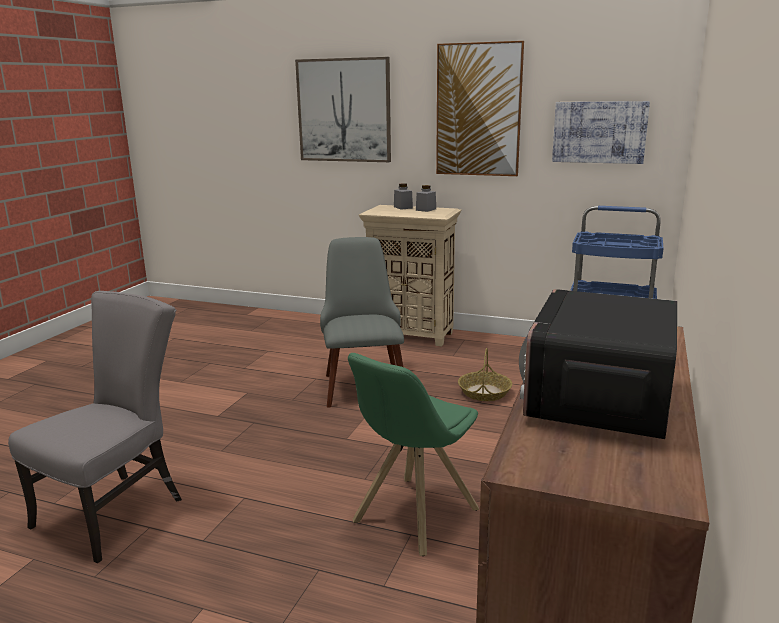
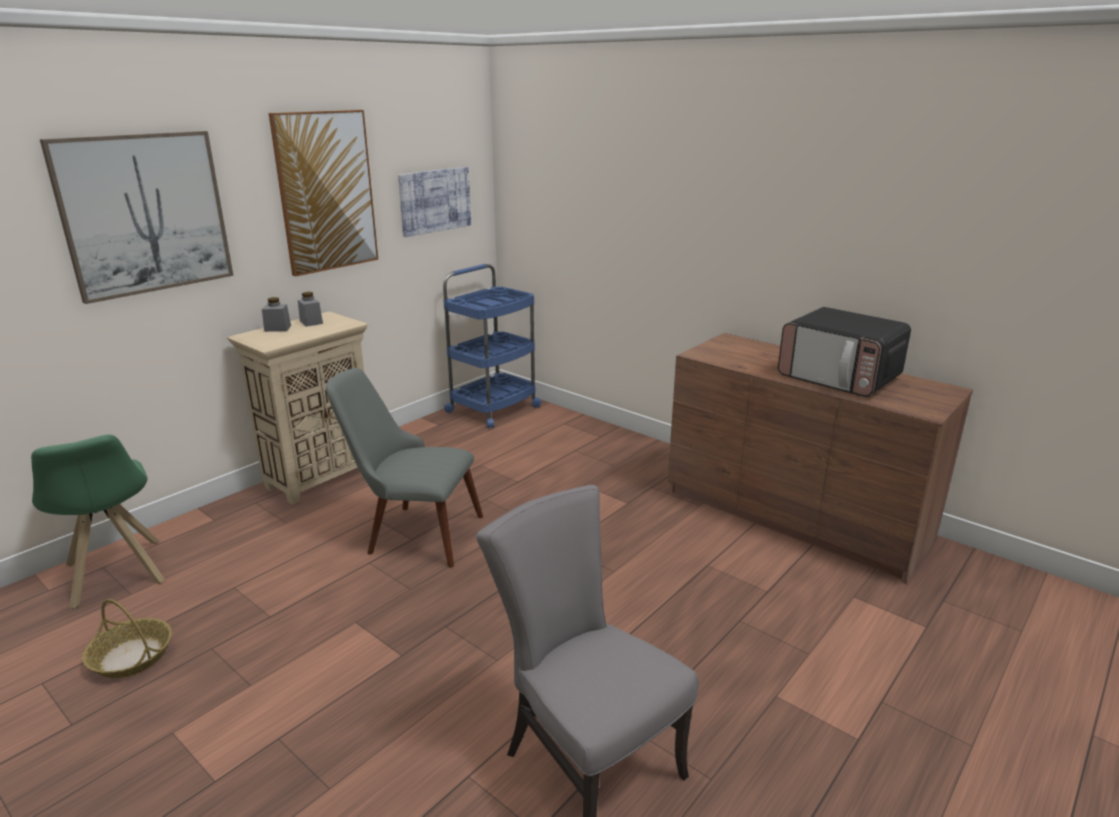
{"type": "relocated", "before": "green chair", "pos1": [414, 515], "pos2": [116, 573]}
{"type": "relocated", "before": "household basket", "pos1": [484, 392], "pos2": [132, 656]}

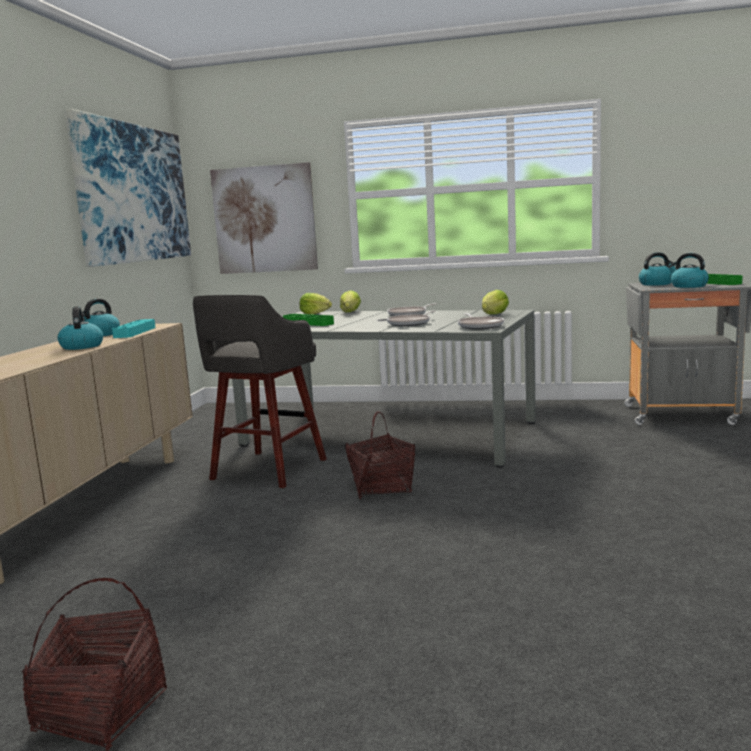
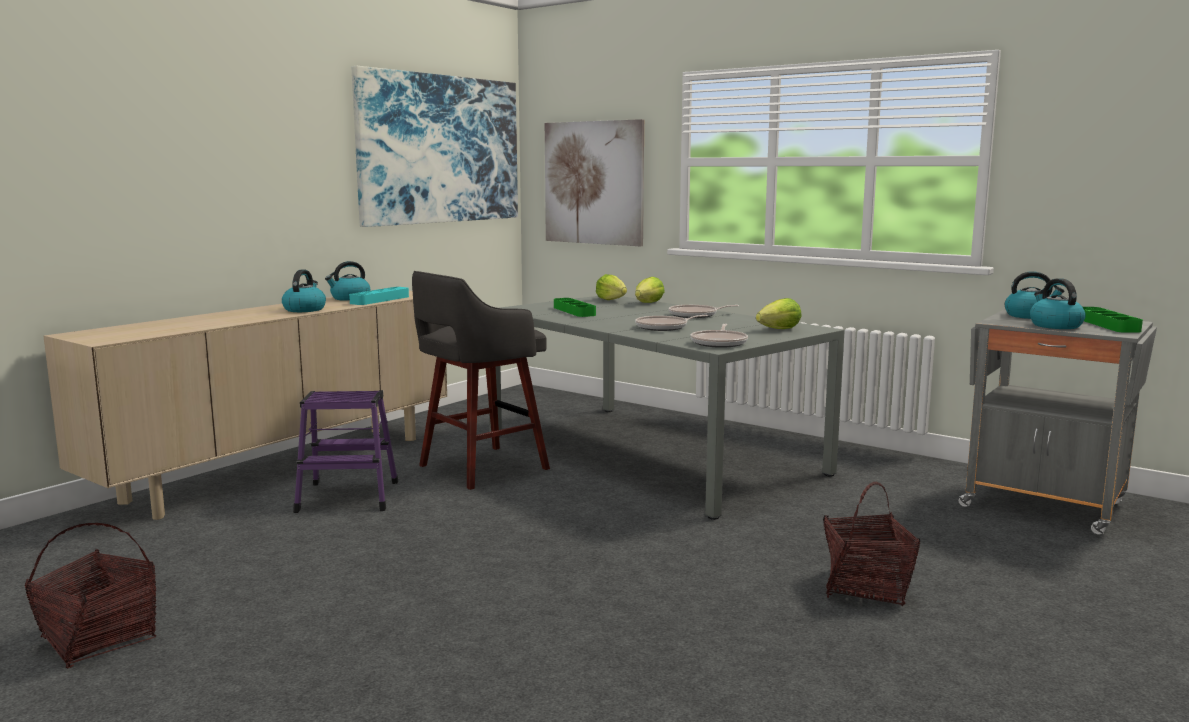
{"type": "appeared", "after": "purple-coloured step stool", "pos2": [348, 496]}
{"type": "relocated", "before": "household basket", "pos1": [382, 487], "pos2": [866, 587]}

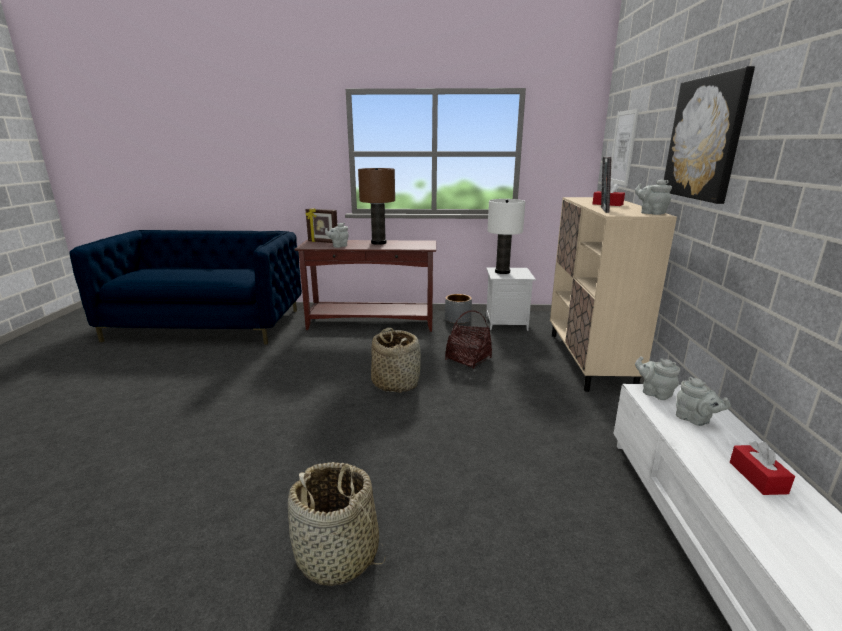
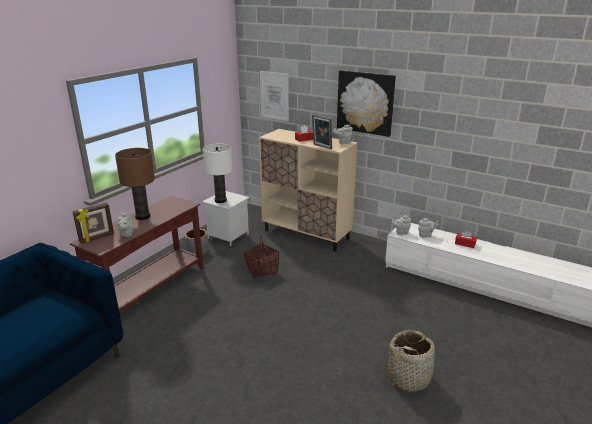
{"type": "missing", "before": "household basket", "pos1": [395, 383]}

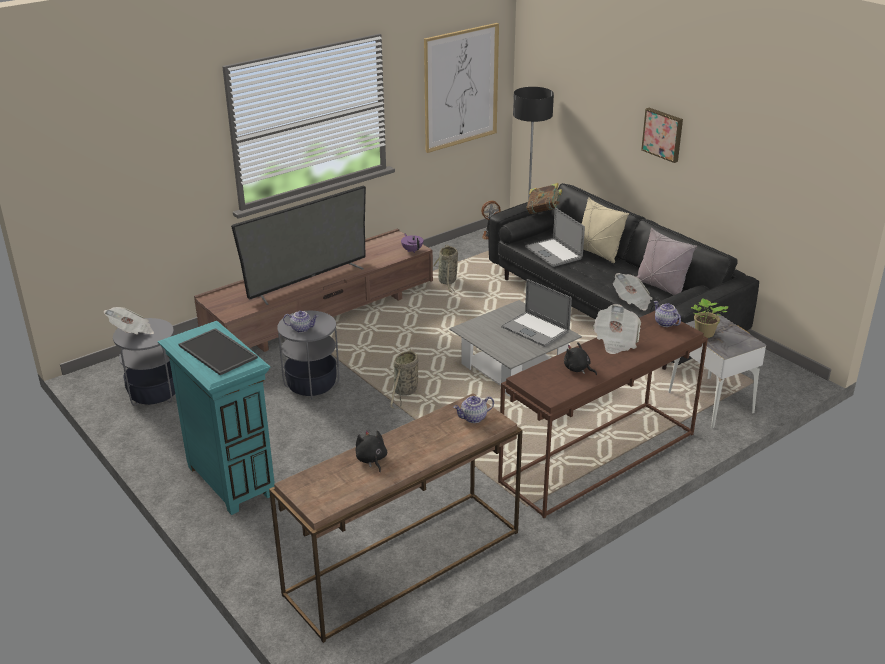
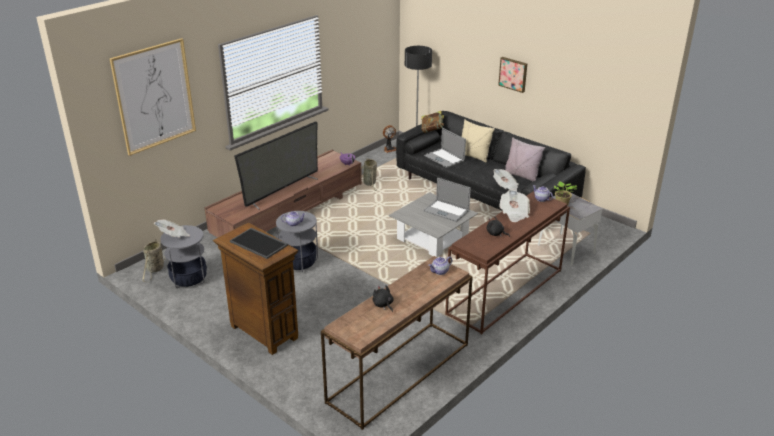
{"type": "relocated", "before": "wall picture", "pos1": [461, 87], "pos2": [154, 96]}
{"type": "relocated", "before": "household basket", "pos1": [405, 392], "pos2": [155, 270]}
{"type": "colour", "before": "turquoise-coloured storage cabinet", "after": "brownish storage cabinet", "pos1": [229, 481], "pos2": [263, 332]}

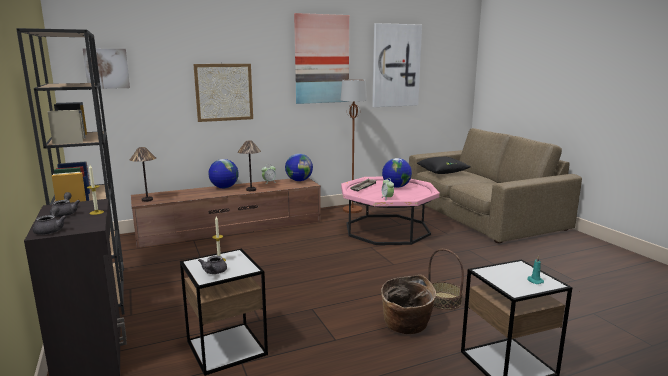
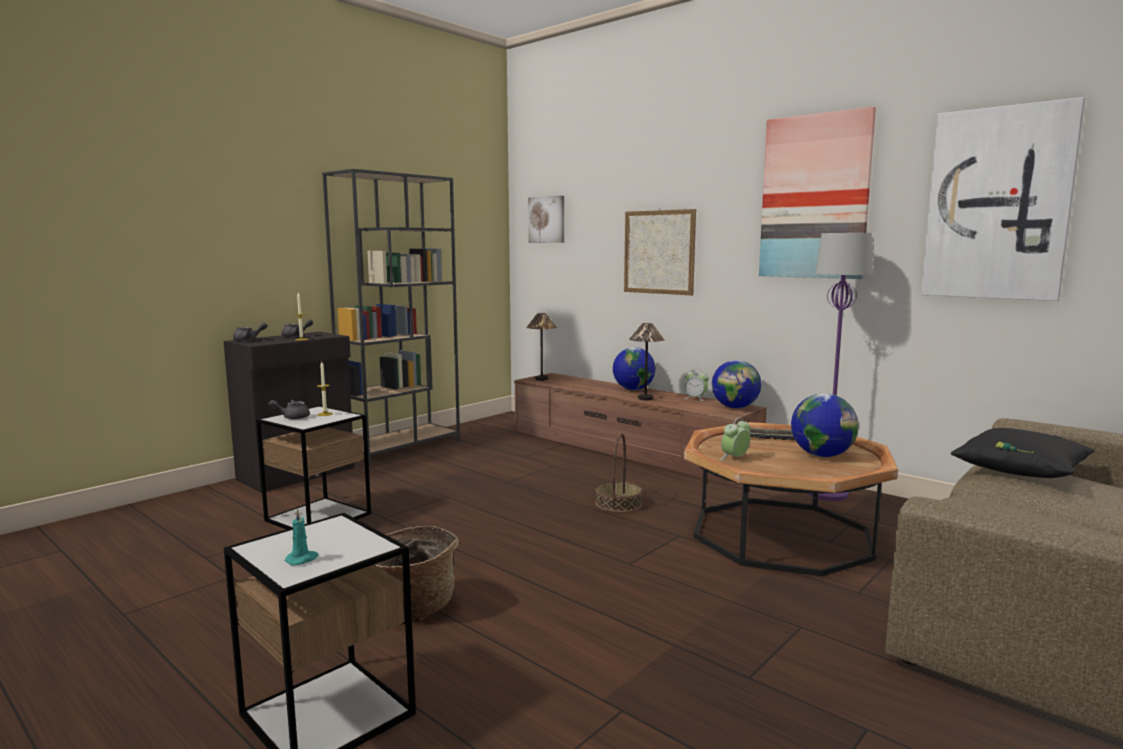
{"type": "relocated", "before": "household basket", "pos1": [443, 300], "pos2": [618, 504]}
{"type": "colour", "before": "pink-coloured coffee table", "after": "brownish coffee table", "pos1": [387, 229], "pos2": [781, 534]}
{"type": "colour", "before": "brownish floor lamp", "after": "purple-coloured floor lamp", "pos1": [352, 210], "pos2": [828, 494]}

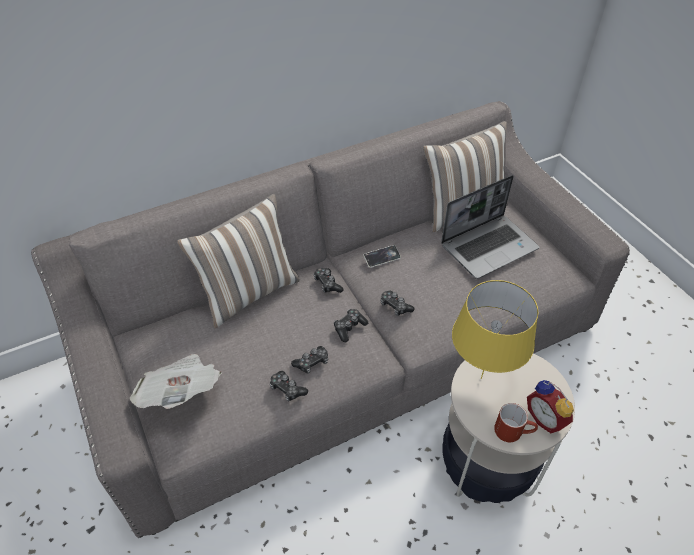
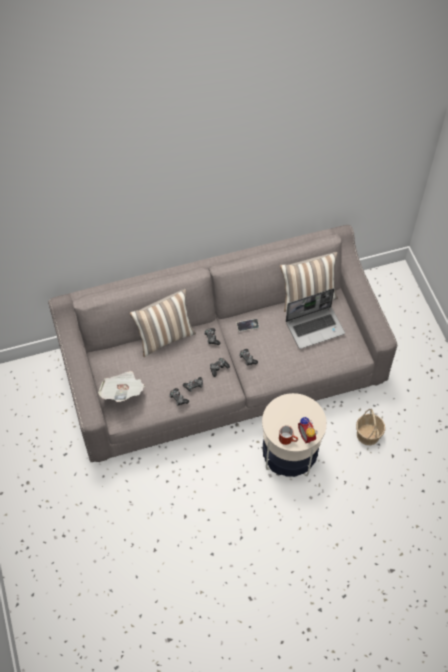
{"type": "appeared", "after": "household basket", "pos2": [368, 434]}
{"type": "missing", "before": "yellow-coloured lamp for a table", "pos1": [481, 377]}

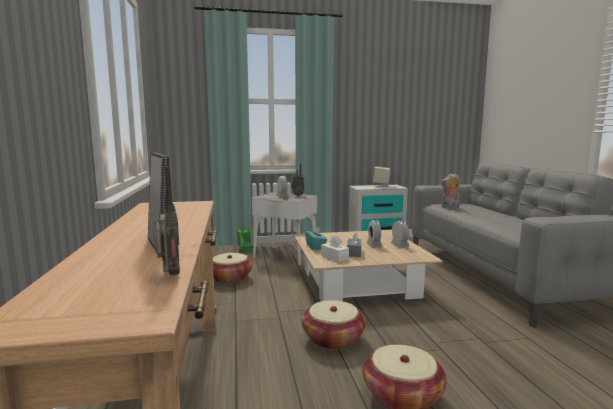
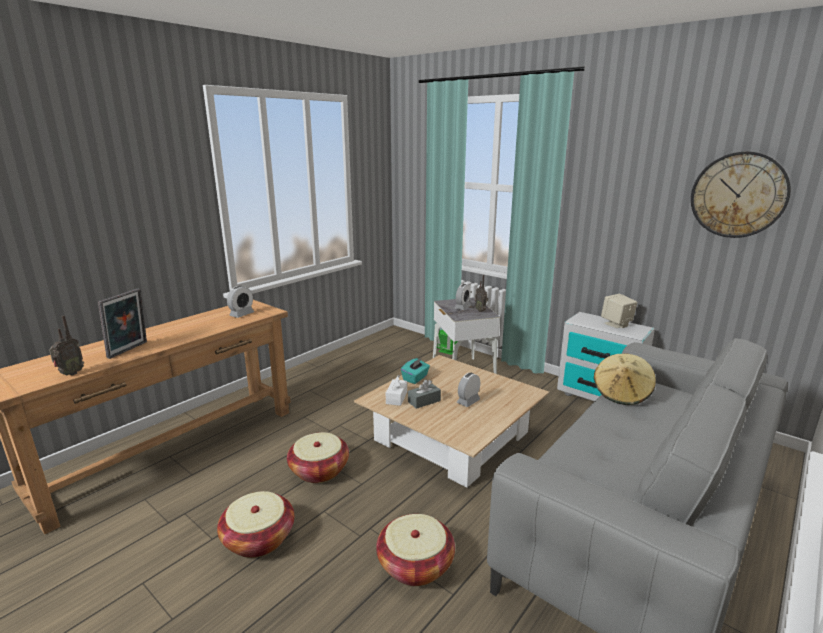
{"type": "relocated", "before": "bedside clock", "pos1": [399, 245], "pos2": [242, 314]}
{"type": "relocated", "before": "household basket", "pos1": [230, 278], "pos2": [415, 564]}
{"type": "exchanged", "before": "plush toy", "after": "beige-coloured hat", "pos1": [450, 208], "pos2": [622, 394]}
{"type": "appeared", "after": "hanging clock", "pos2": [738, 195]}

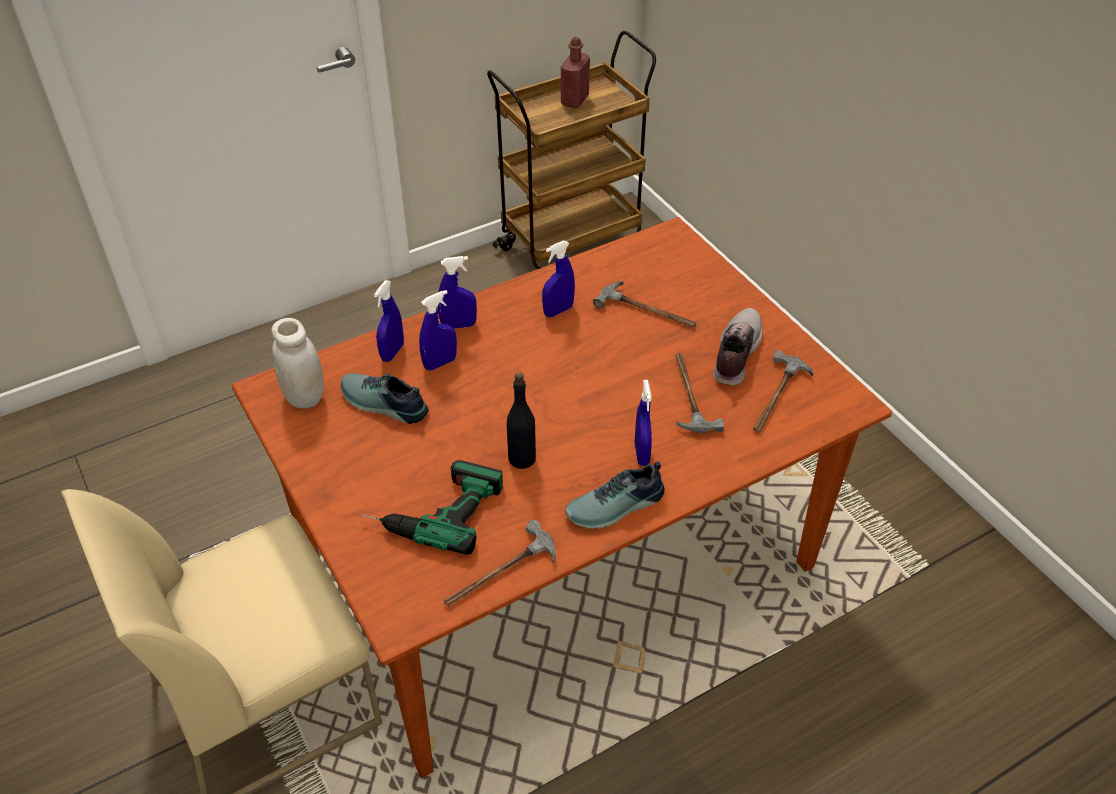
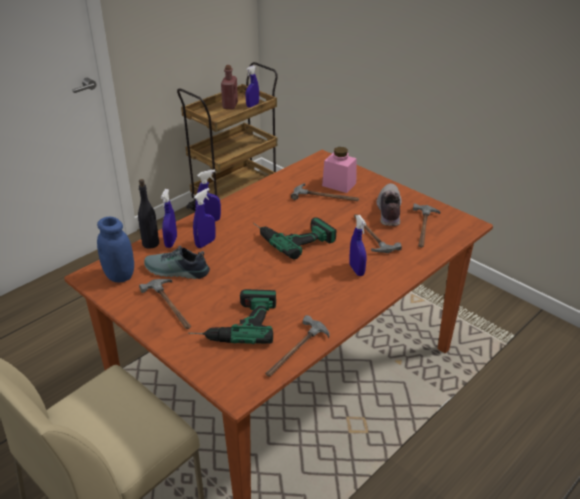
{"type": "colour", "before": "white-coloured storage jar", "after": "bluish storage jar", "pos1": [304, 397], "pos2": [119, 275]}
{"type": "relocated", "before": "black bottle", "pos1": [522, 458], "pos2": [150, 243]}
{"type": "appeared", "after": "hammer", "pos2": [171, 306]}
{"type": "relocated", "before": "bluish hand sprayer", "pos1": [558, 311], "pos2": [252, 105]}
{"type": "appeared", "after": "power drill", "pos2": [291, 236]}
{"type": "appeared", "after": "pink-coloured storage jar", "pos2": [339, 184]}
{"type": "missing", "before": "low shoe", "pos1": [616, 507]}

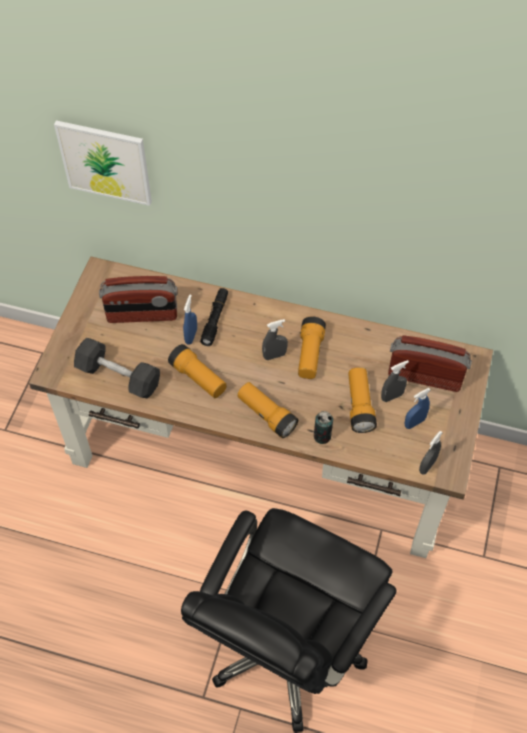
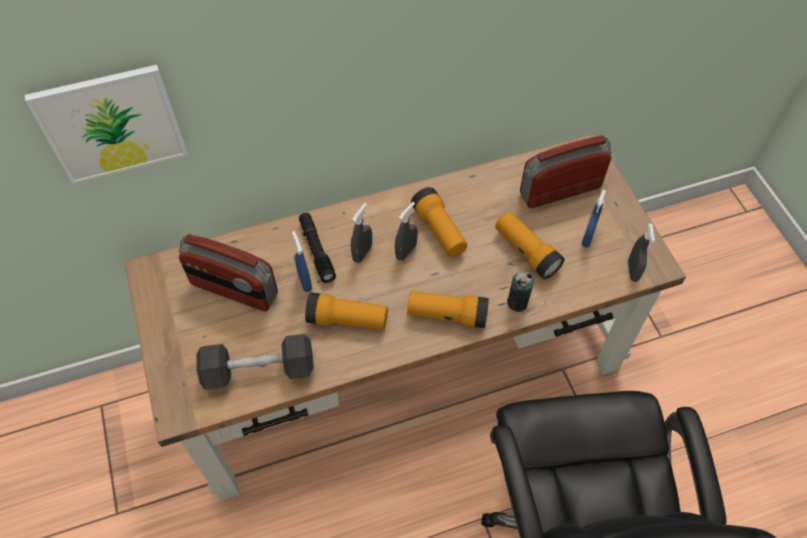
{"type": "spun", "before": "radio receiver", "pos1": [142, 315], "pos2": [234, 289], "turn": 60}
{"type": "relocated", "before": "grey hand sprayer", "pos1": [392, 396], "pos2": [362, 253]}

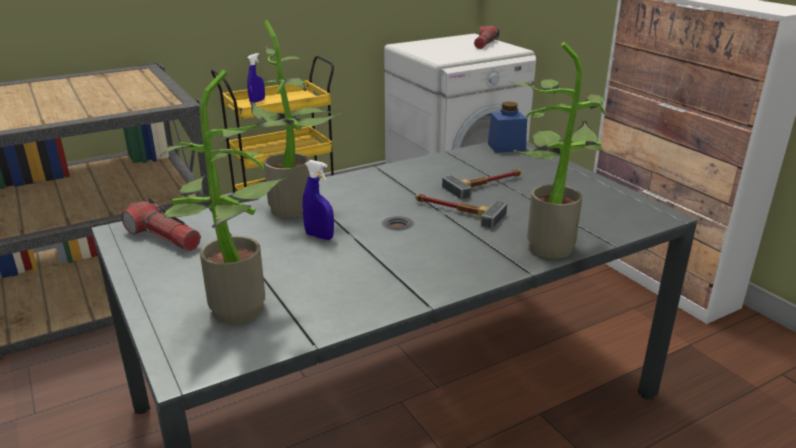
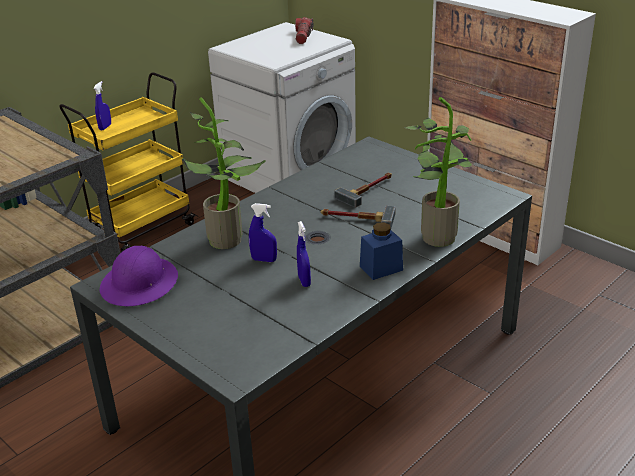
{"type": "exchanged", "before": "flashlight", "after": "purple-coloured work helmet", "pos1": [164, 238], "pos2": [140, 284]}
{"type": "appeared", "after": "bluish hand sprayer", "pos2": [304, 281]}
{"type": "relocated", "before": "bluish storage jar", "pos1": [506, 147], "pos2": [381, 268]}
{"type": "missing", "before": "potted plant", "pos1": [236, 314]}

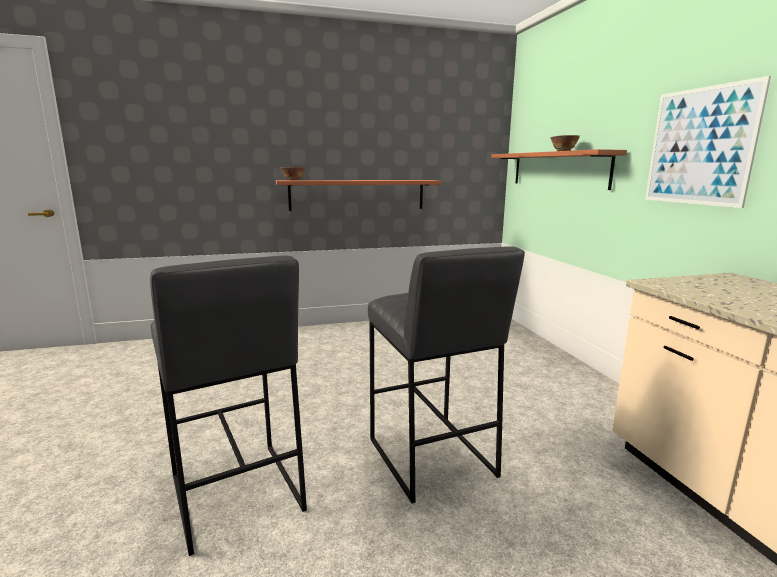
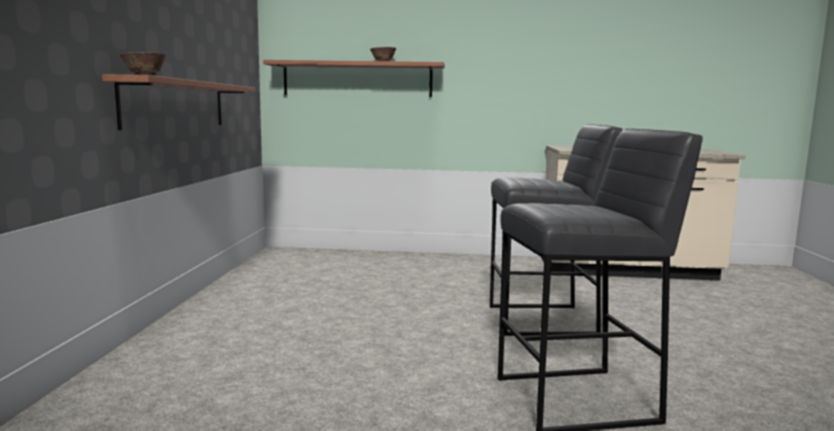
{"type": "missing", "before": "wall picture", "pos1": [699, 146]}

